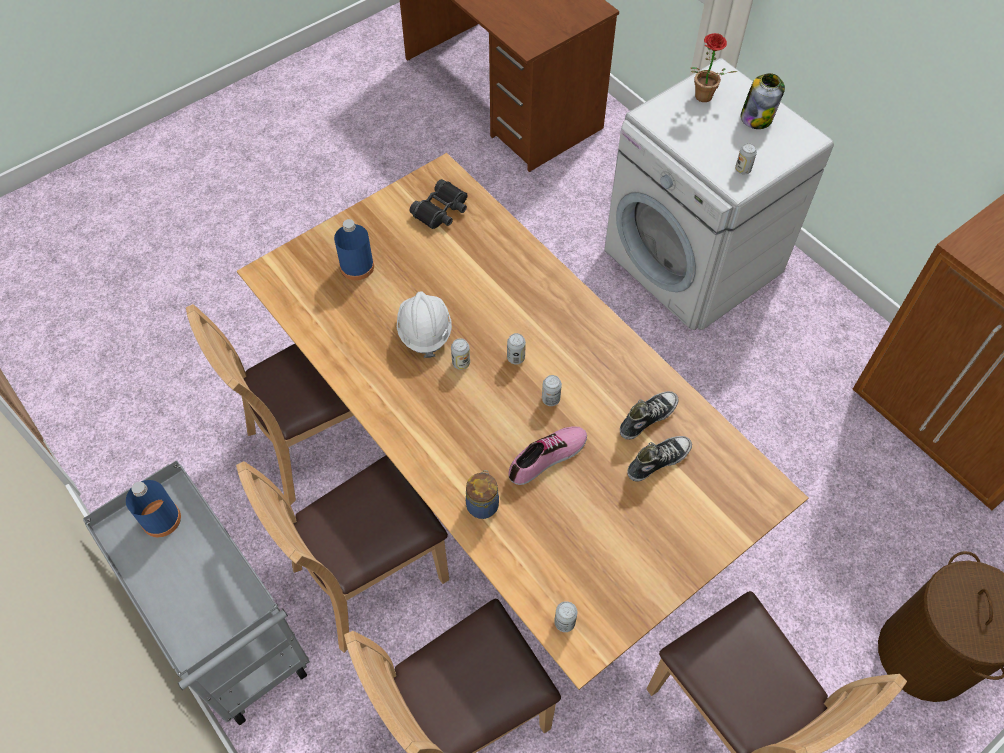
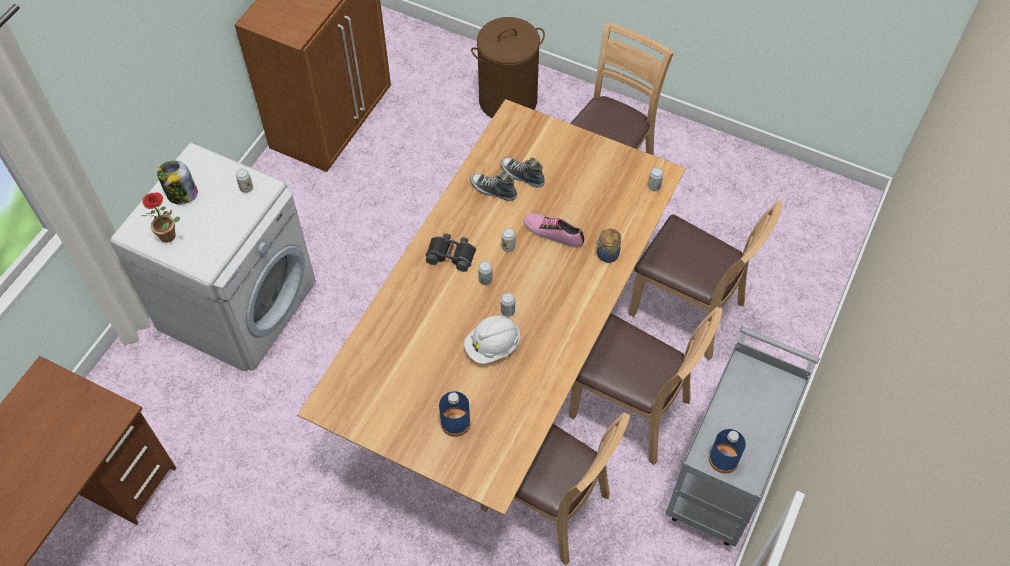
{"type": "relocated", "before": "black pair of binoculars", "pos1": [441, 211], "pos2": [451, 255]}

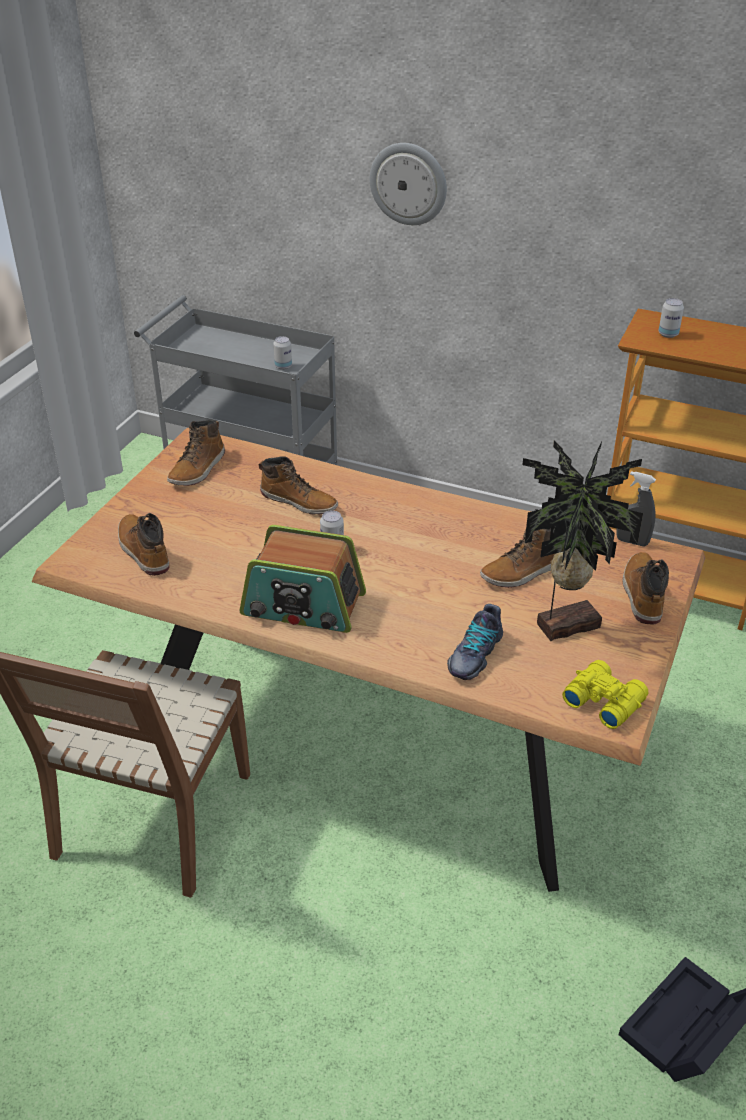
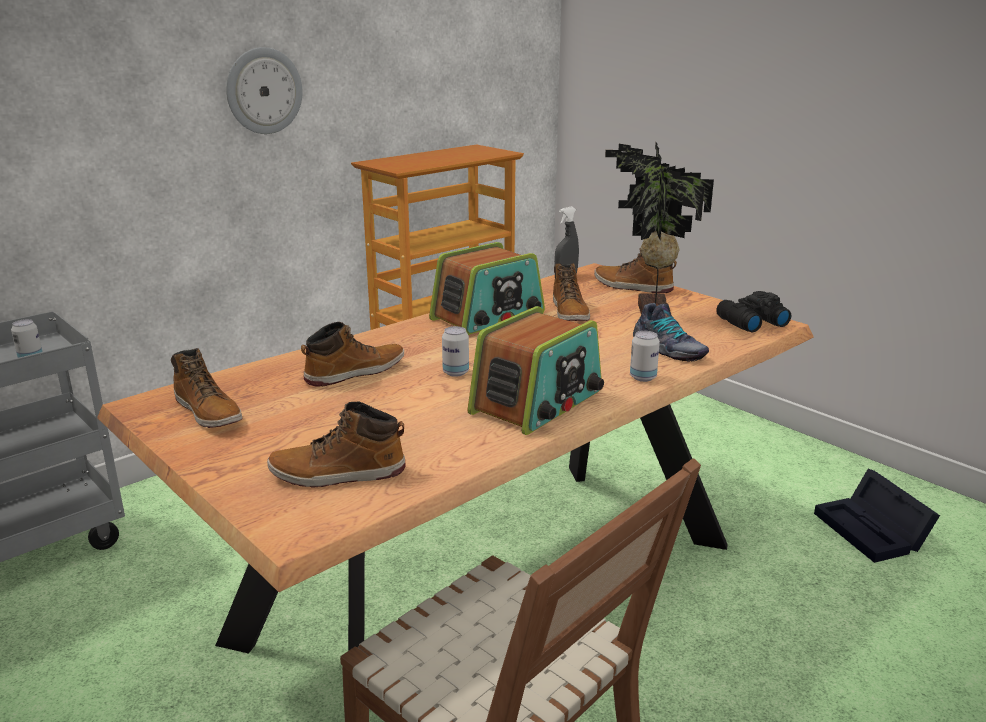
{"type": "relocated", "before": "hanging clock", "pos1": [408, 183], "pos2": [263, 91]}
{"type": "appeared", "after": "radio receiver", "pos2": [488, 317]}
{"type": "relocated", "before": "can", "pos1": [668, 334], "pos2": [643, 377]}
{"type": "colour", "before": "yellow-coloured pair of binoculars", "after": "black pair of binoculars", "pos1": [603, 700], "pos2": [750, 322]}

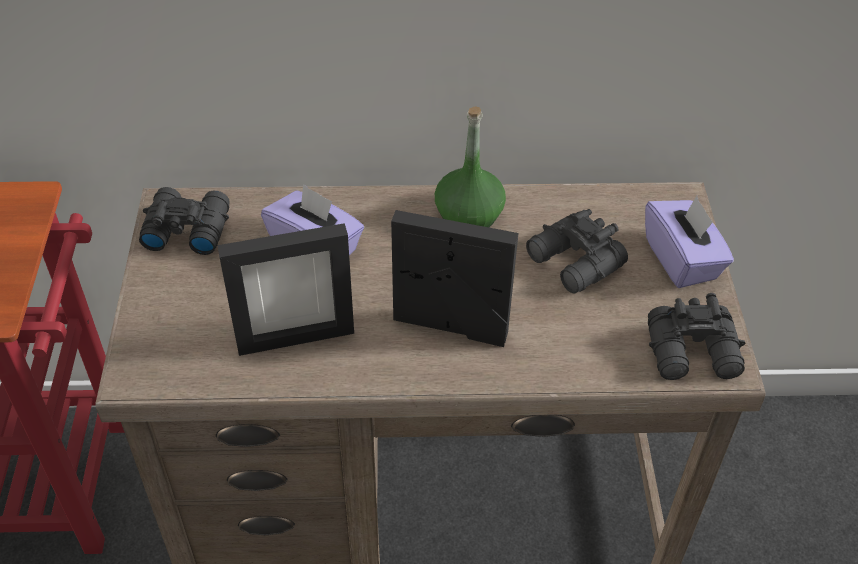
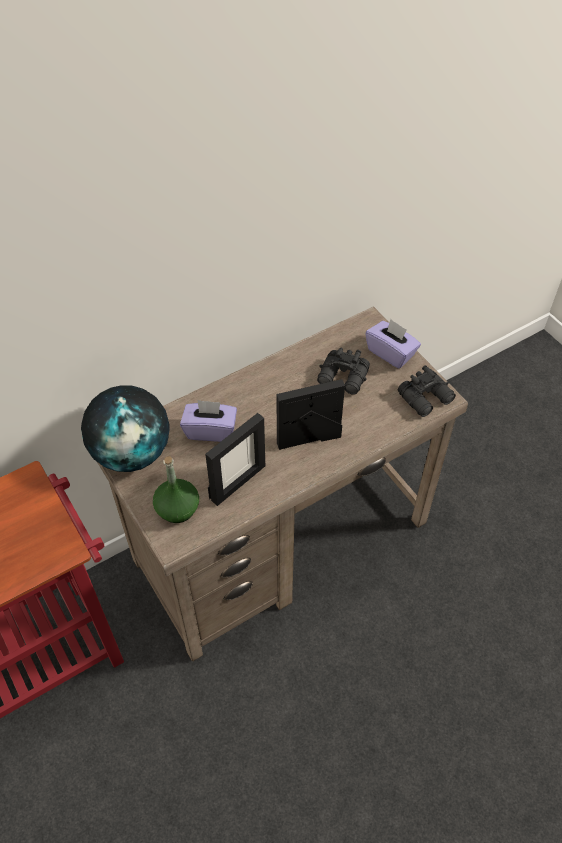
{"type": "exchanged", "before": "black pair of binoculars", "after": "desk globe", "pos1": [186, 228], "pos2": [132, 453]}
{"type": "relocated", "before": "green bottle", "pos1": [468, 215], "pos2": [177, 508]}

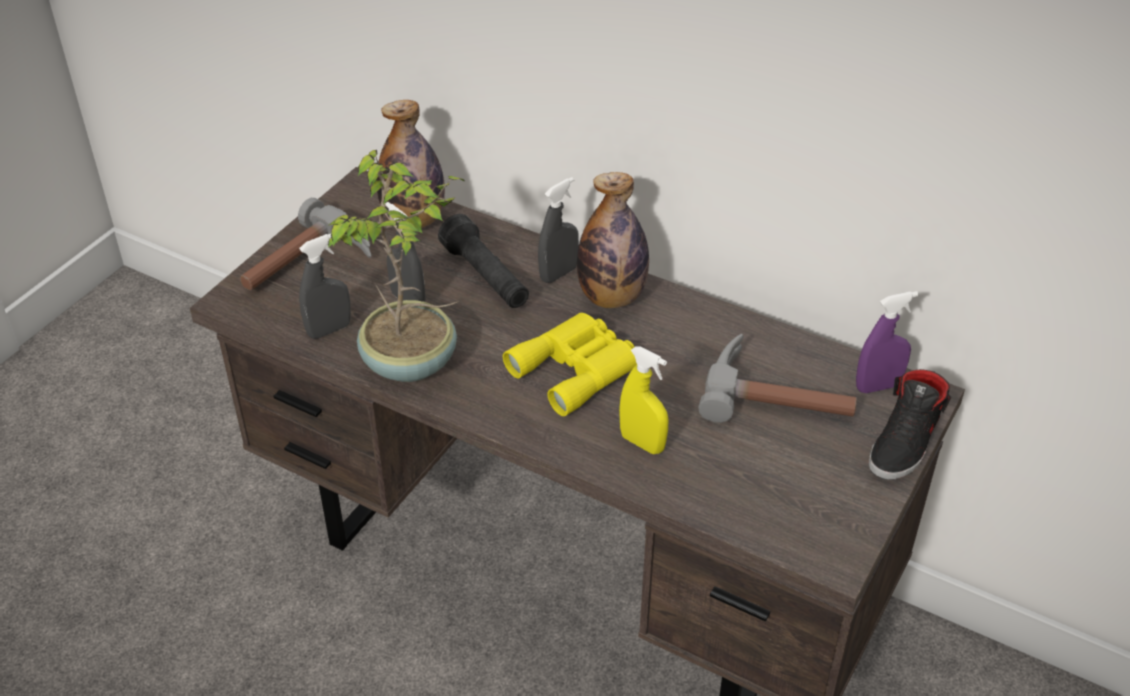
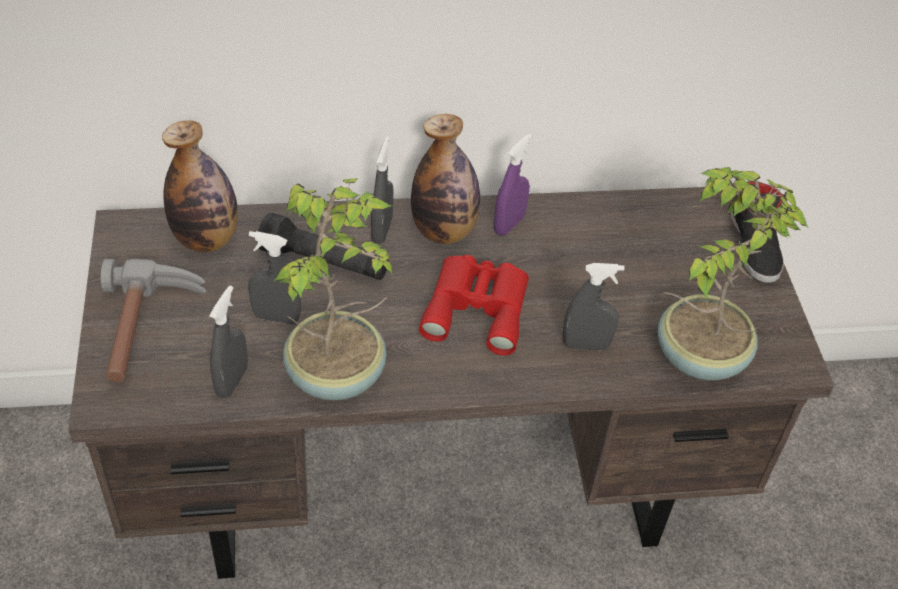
{"type": "colour", "before": "yellow-coloured pair of binoculars", "after": "reddish pair of binoculars", "pos1": [578, 368], "pos2": [478, 307]}
{"type": "relocated", "before": "purple-coloured hand sprayer", "pos1": [878, 386], "pos2": [509, 224]}
{"type": "colour", "before": "yellow-coloured hand sprayer", "after": "grey hand sprayer", "pos1": [642, 443], "pos2": [585, 345]}
{"type": "appeared", "after": "potted plant", "pos2": [697, 356]}
{"type": "missing", "before": "hammer", "pos1": [779, 395]}

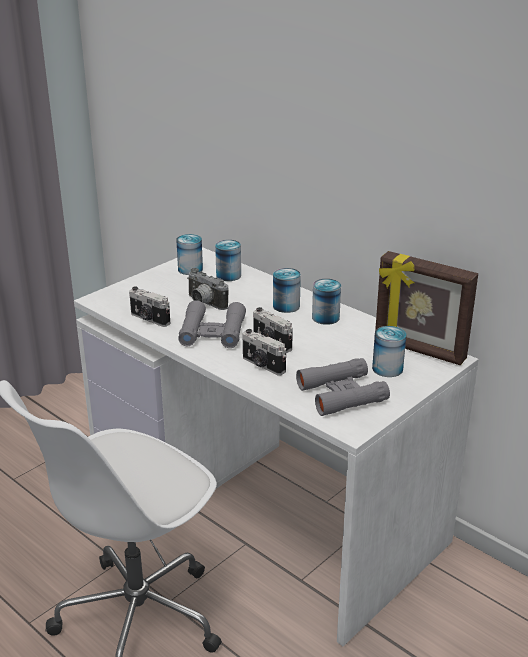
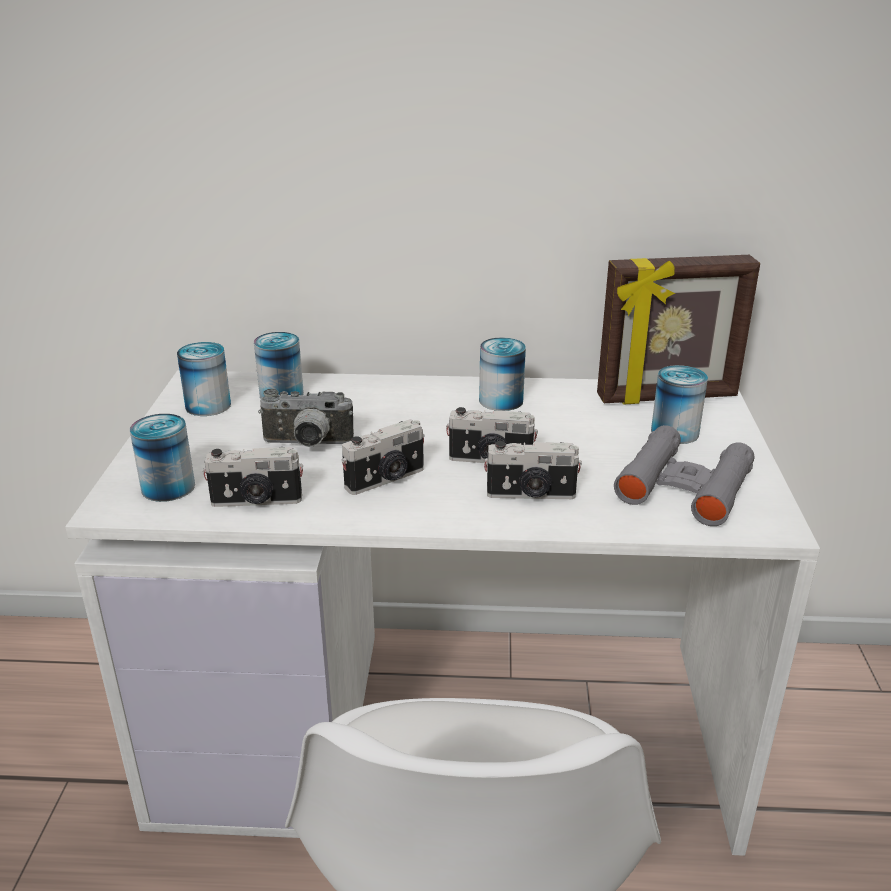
{"type": "relocated", "before": "can", "pos1": [286, 306], "pos2": [168, 487]}
{"type": "exchanged", "before": "grey pair of binoculars", "after": "photo camera", "pos1": [212, 332], "pos2": [386, 480]}

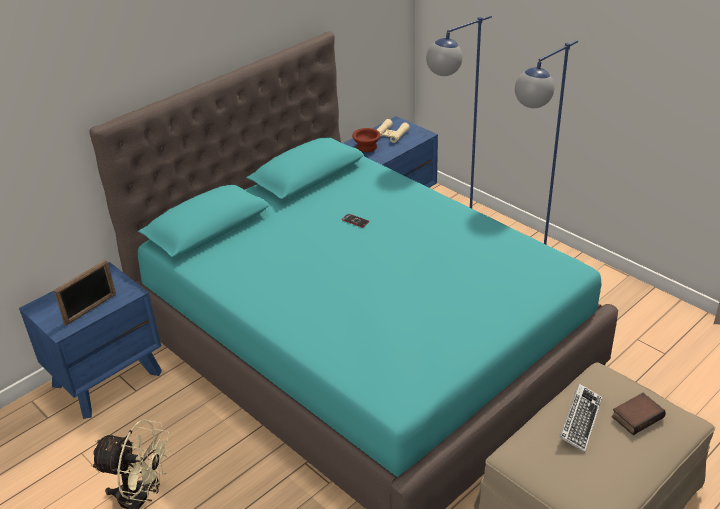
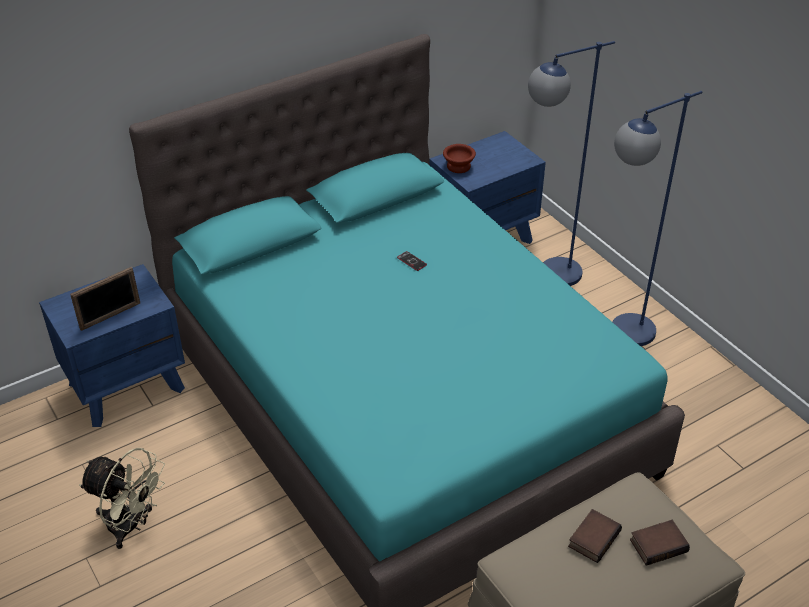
{"type": "exchanged", "before": "keyboard", "after": "book", "pos1": [580, 421], "pos2": [593, 538]}
{"type": "missing", "before": "beige-coloured pair of binoculars", "pos1": [391, 134]}

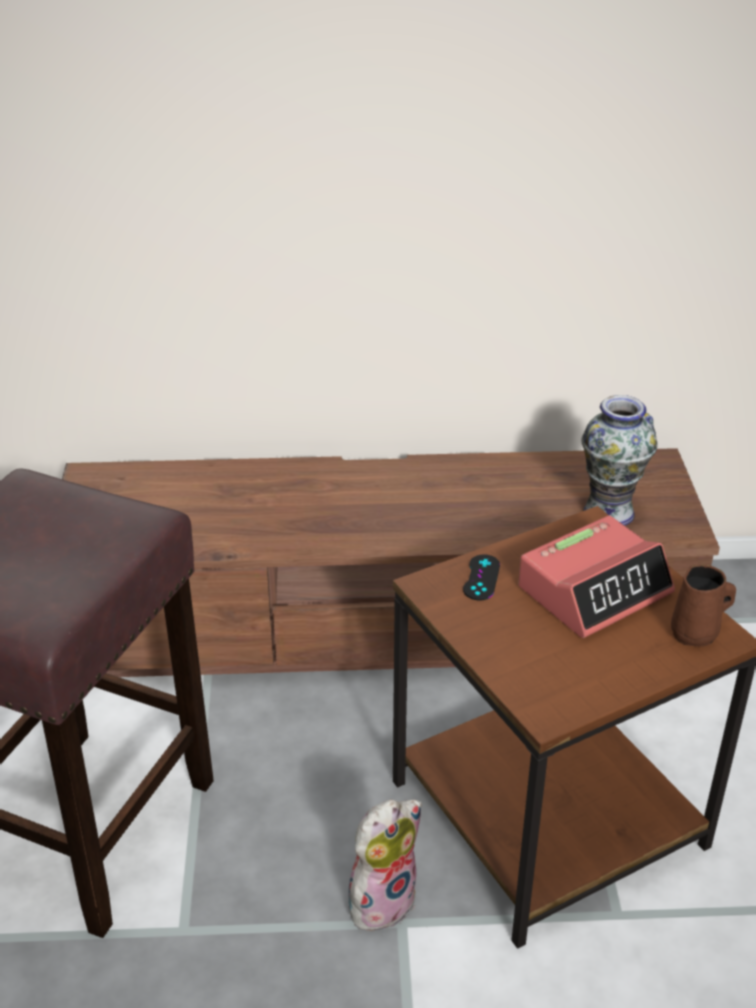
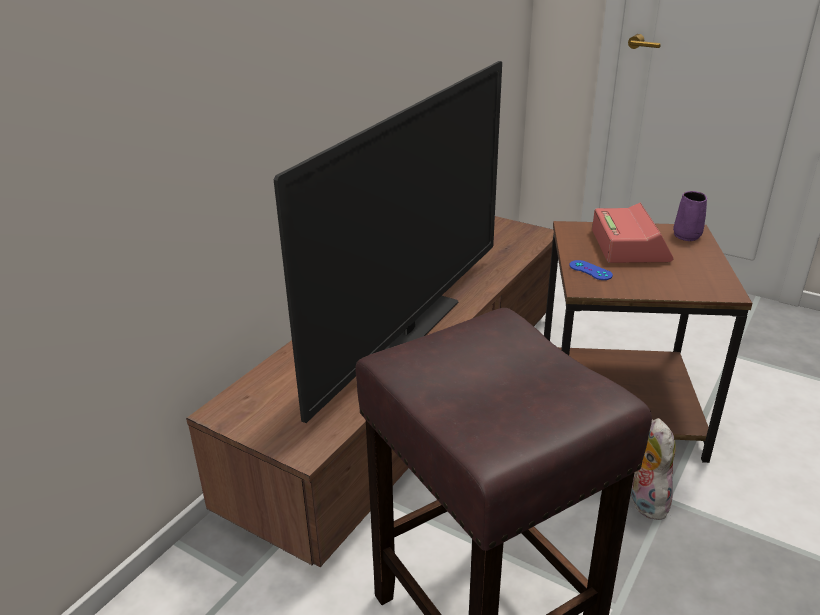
{"type": "appeared", "after": "TV", "pos2": [411, 333]}
{"type": "colour", "before": "black gamepad", "after": "bluish gamepad", "pos1": [481, 578], "pos2": [590, 270]}
{"type": "colour", "before": "brownish tea mug", "after": "purple-coloured tea mug", "pos1": [696, 633], "pos2": [687, 235]}
{"type": "missing", "before": "vase", "pos1": [608, 512]}

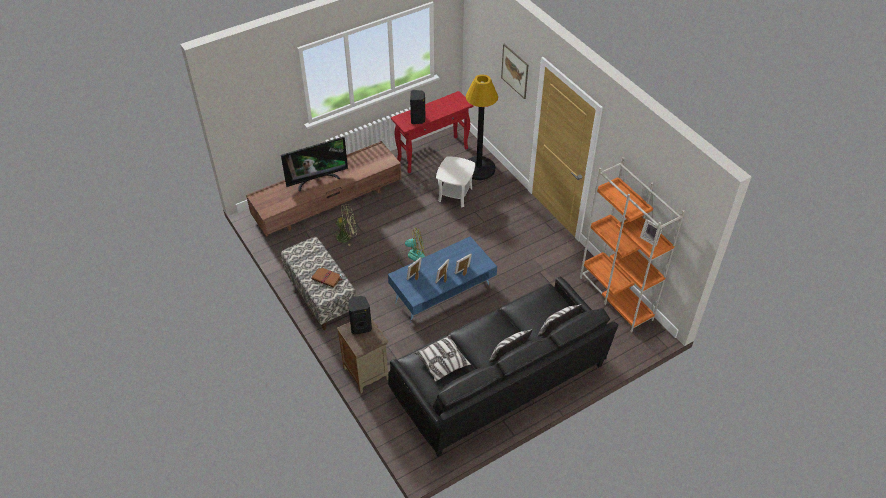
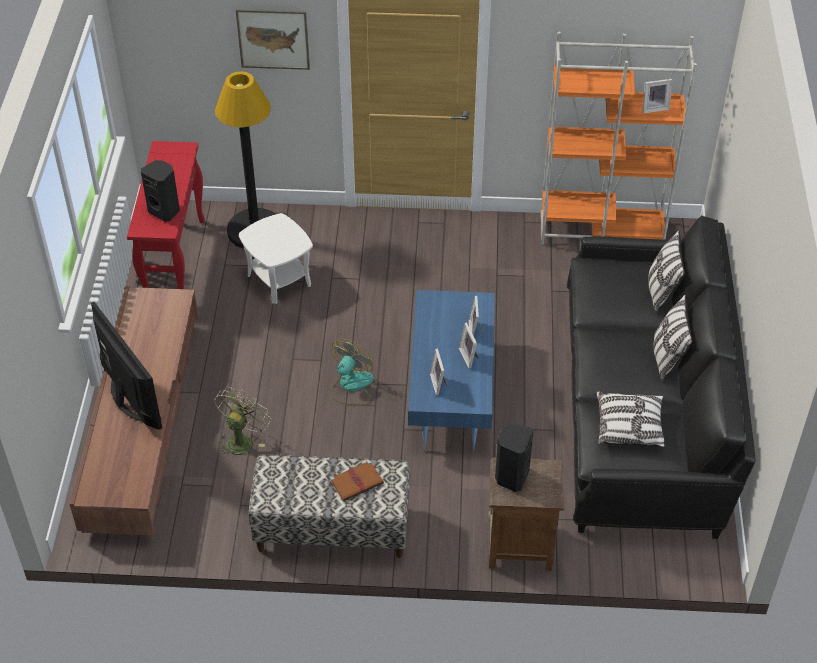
{"type": "spun", "before": "TV", "pos1": [317, 180], "pos2": [128, 400], "turn": -45}

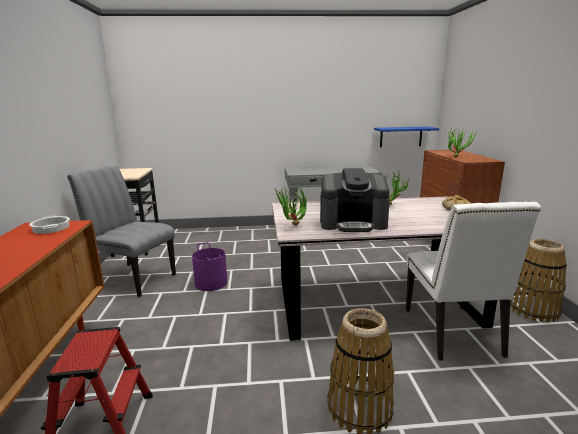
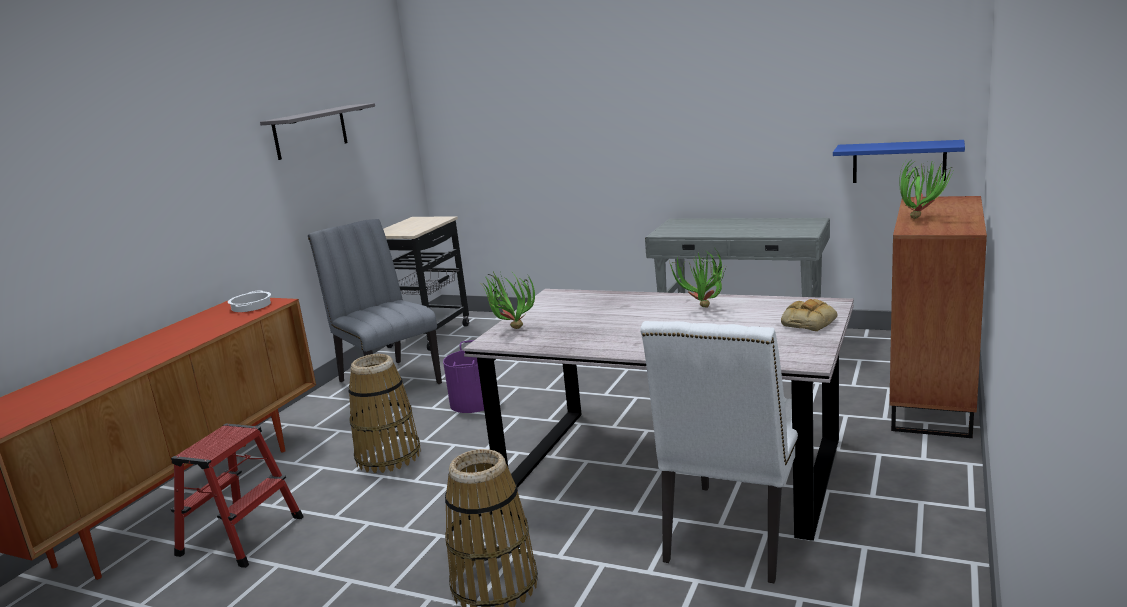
{"type": "appeared", "after": "grey bracket shelf", "pos2": [310, 132]}
{"type": "relocated", "before": "household basket", "pos1": [533, 310], "pos2": [388, 456]}
{"type": "missing", "before": "coffee machine", "pos1": [353, 223]}

